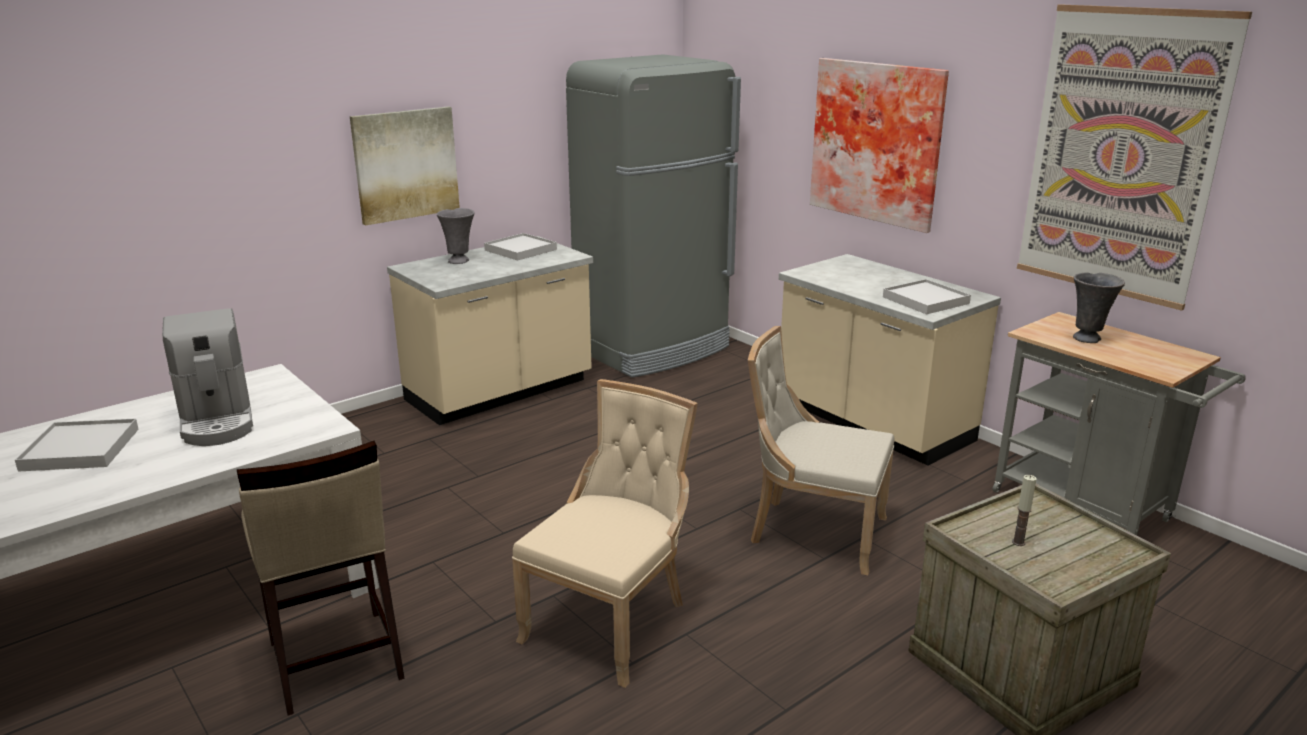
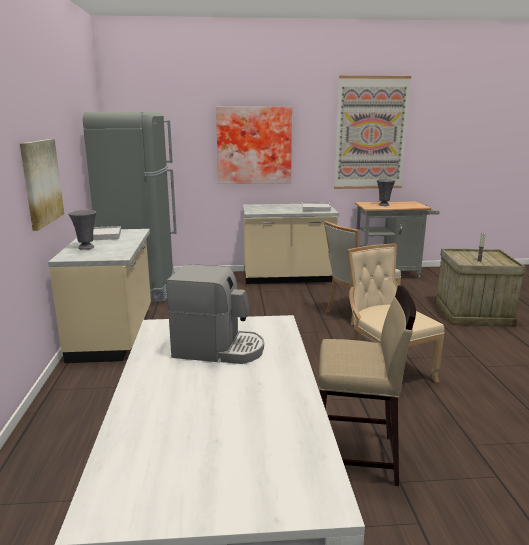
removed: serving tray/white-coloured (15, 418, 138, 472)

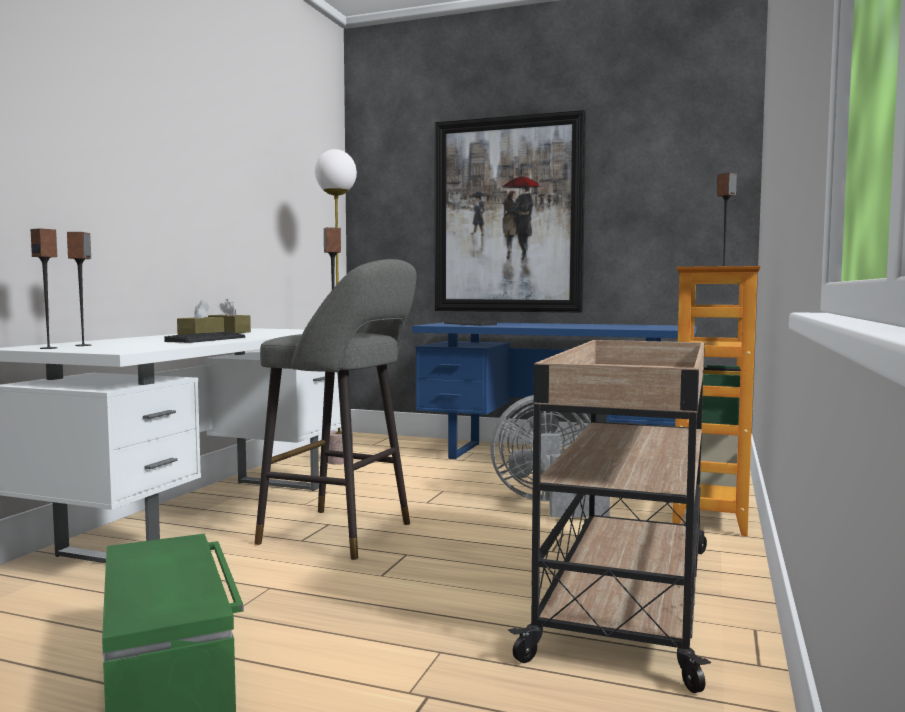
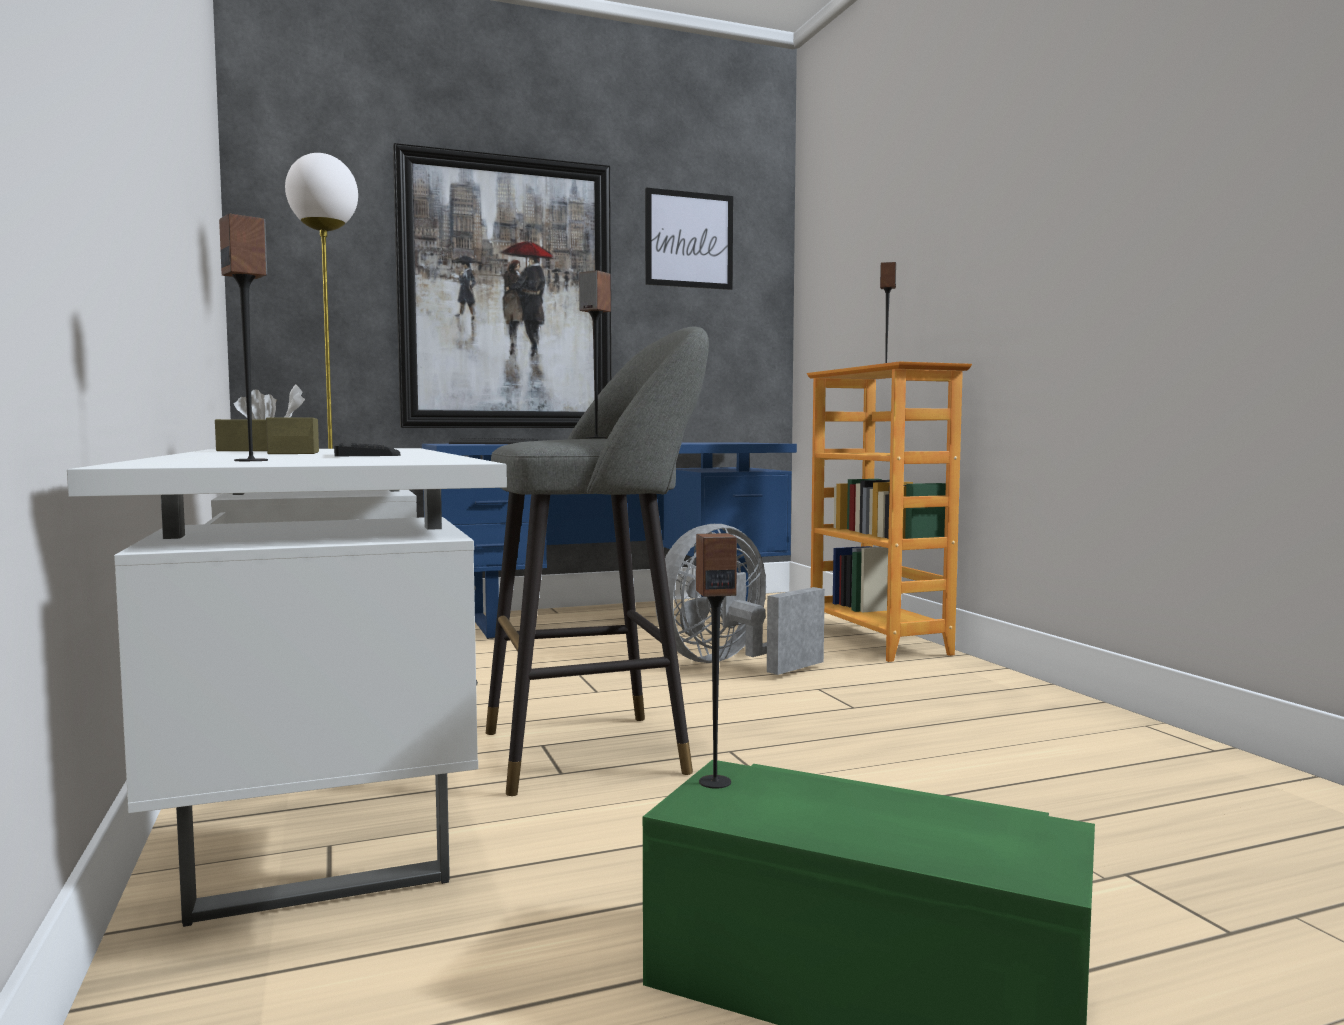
removed: trolley/beige (508, 340, 711, 693)
added: picture (645, 188, 733, 290)
moved: loudspeaker (31, 228, 57, 349) to (696, 533, 737, 789)

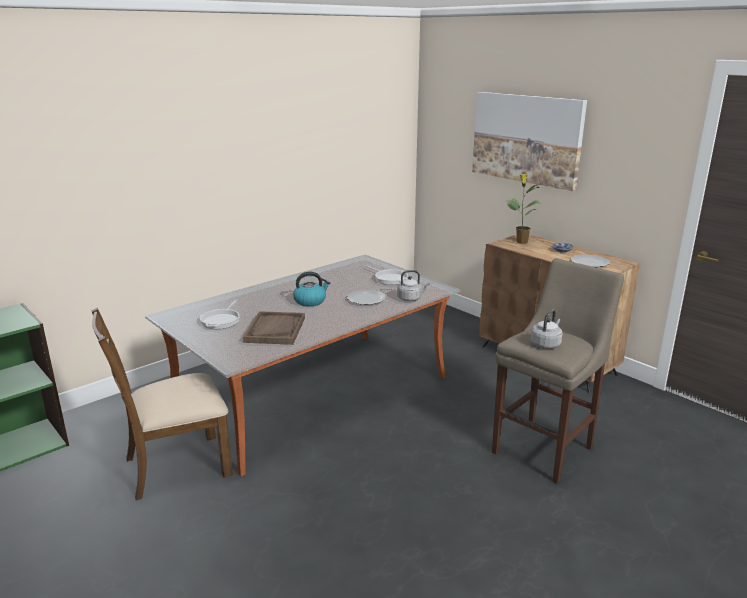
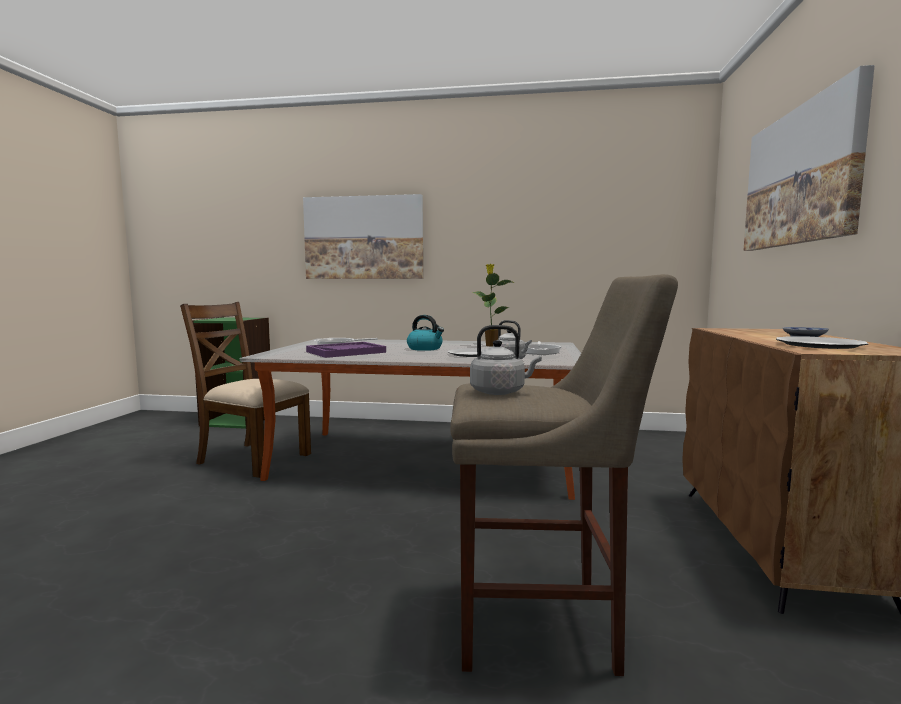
added: picture (303, 194, 423, 279)
moved: houseplant (506, 174, 542, 244) to (472, 264, 515, 346)
recoloured: serving tray/brown-coloured (243, 311, 305, 345) to serving tray/purple (306, 342, 386, 358)

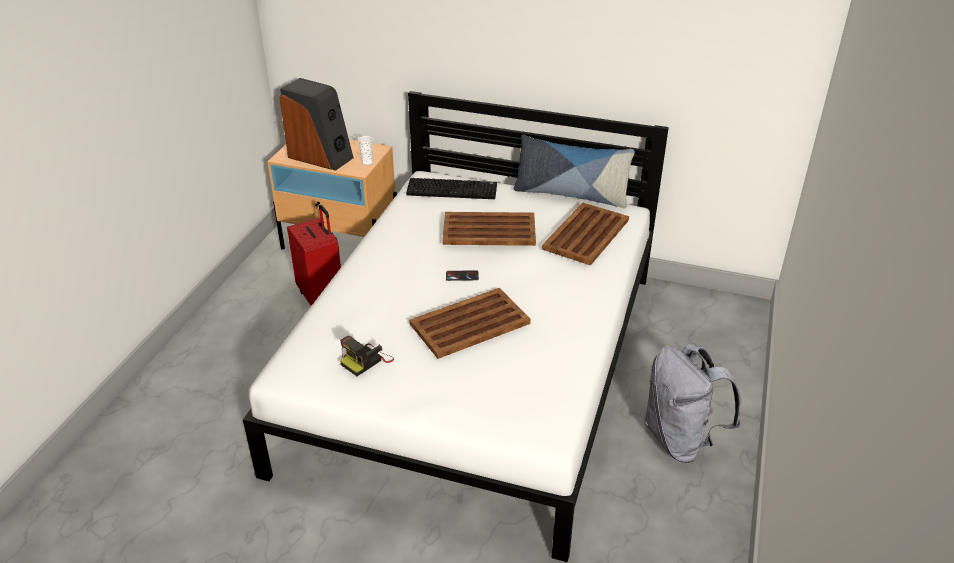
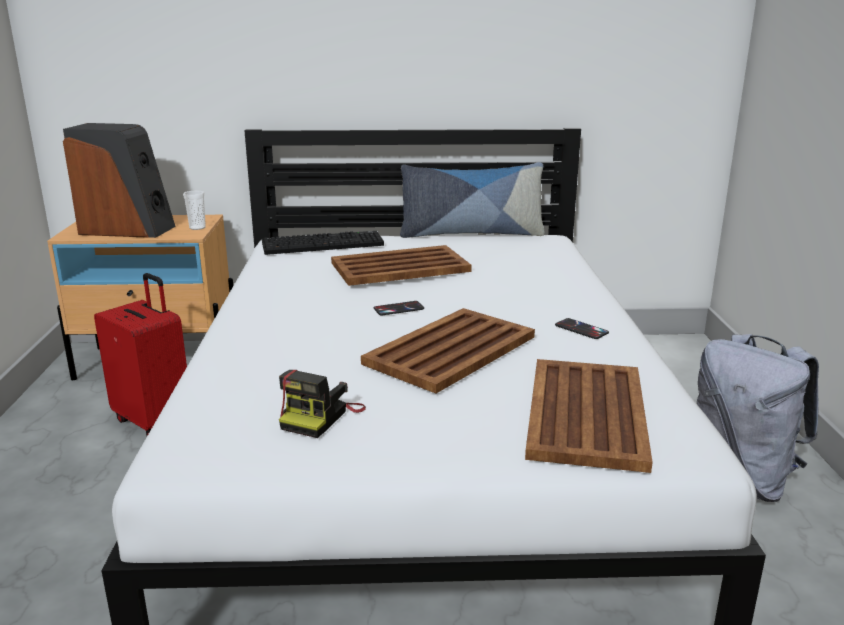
added: phone (555, 318, 609, 339)
moved: serving tray/brown-coloured (542, 203, 629, 266) to (525, 359, 653, 473)

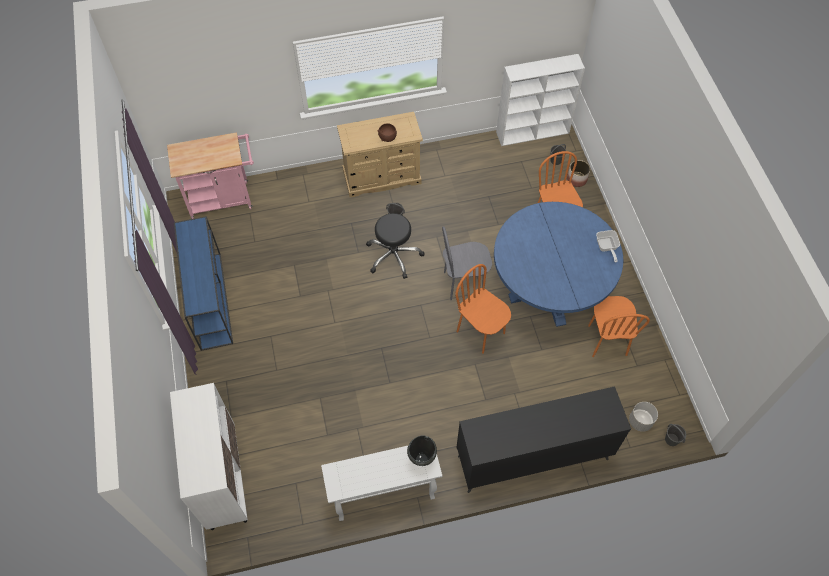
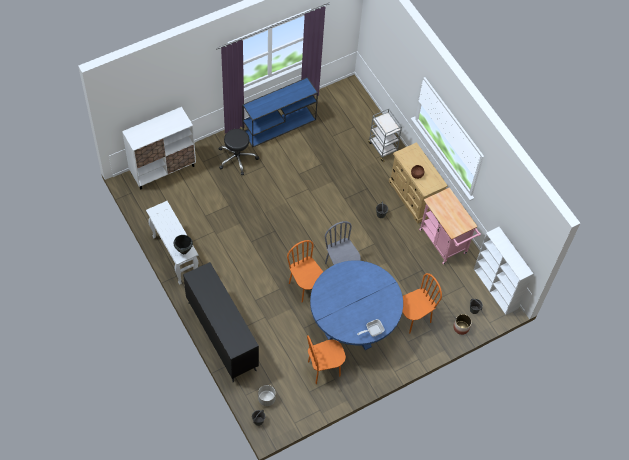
added: trolley/greyish (368, 109, 402, 162)
moved: trolley/pink-coloured (167, 132, 254, 219) to (419, 187, 481, 264); stool/blackish (366, 213, 425, 279) to (218, 129, 259, 175)
turned: chair/orange-coloured (455, 264, 511, 354) = (287, 240, 323, 303) 60 degrees counterclockwise

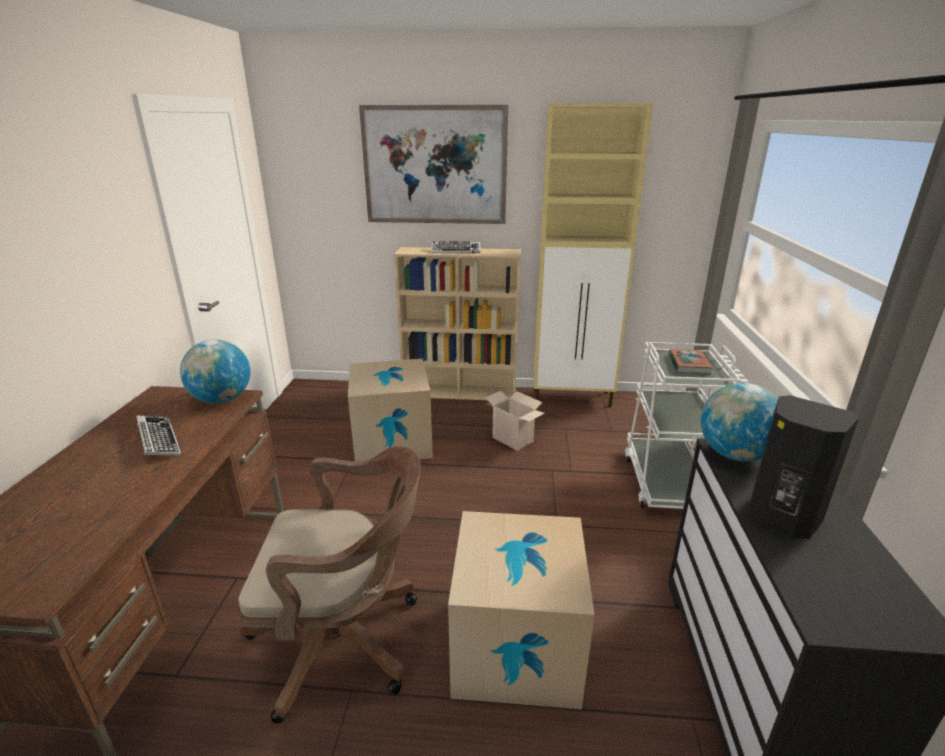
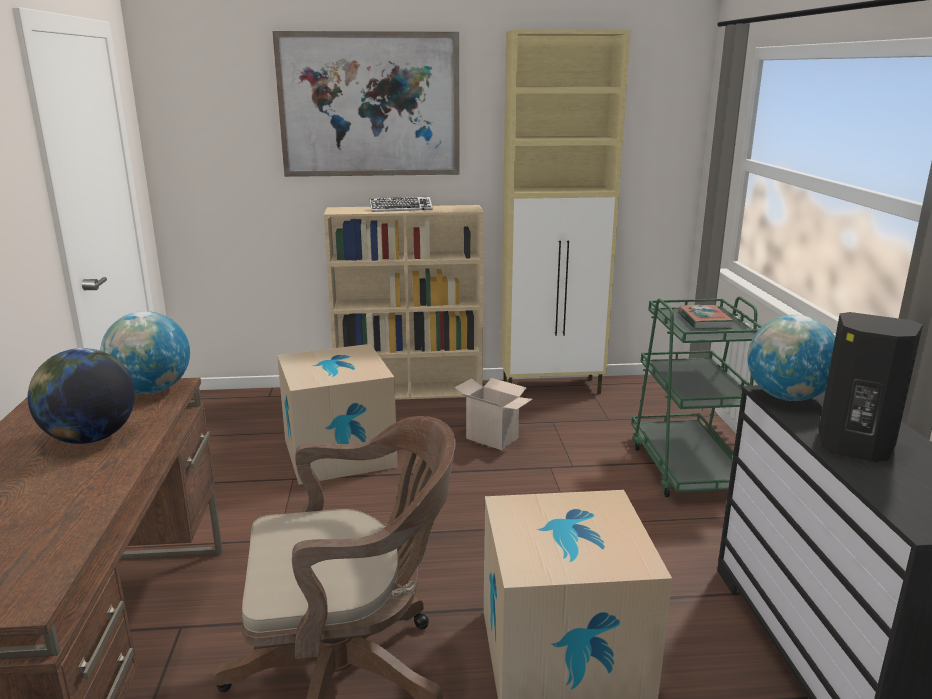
replaced: keyboard (136, 415, 182, 456) to globe (28, 348, 135, 444)
recoloured: trolley/white-coloured (625, 342, 741, 509) to trolley/greenish (631, 296, 762, 497)

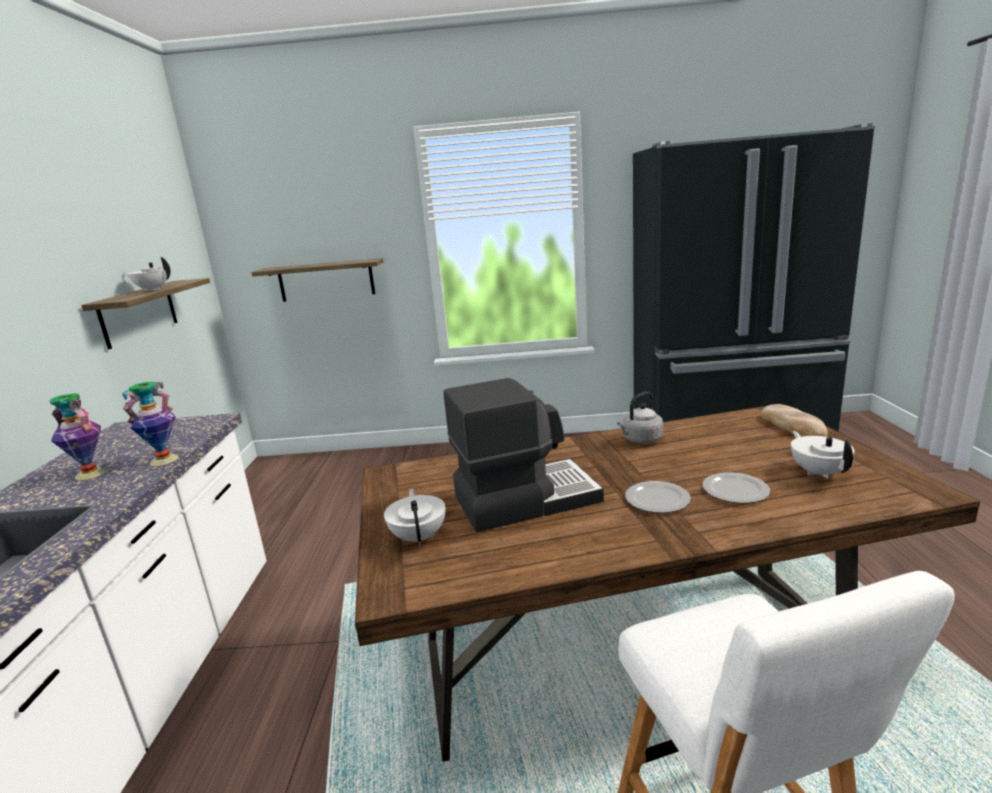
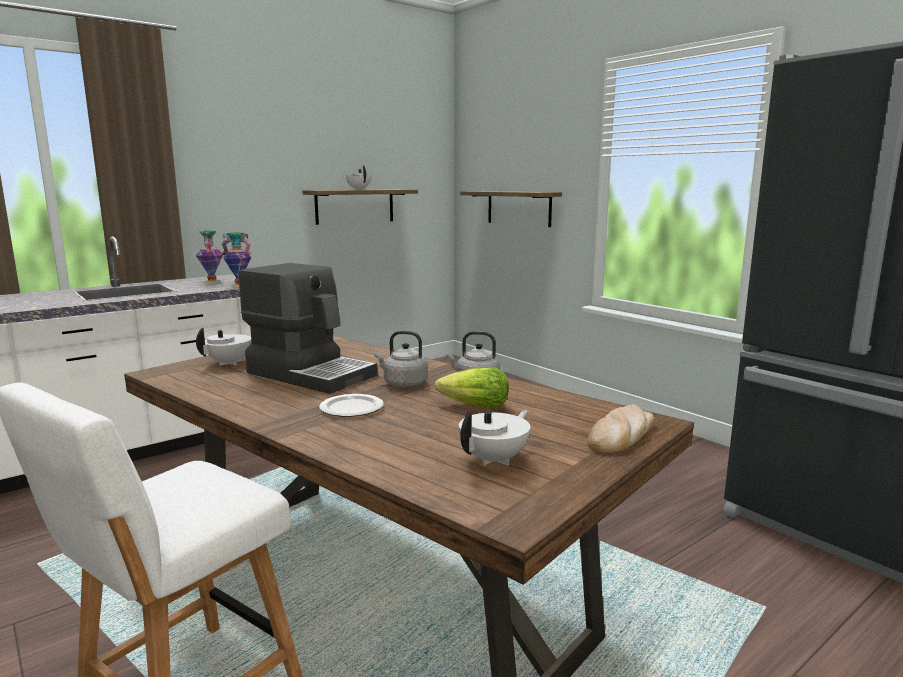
removed: dinner plate (702, 473, 770, 503)
added: kettle/greyish (374, 331, 428, 388); head of lettuce (435, 367, 509, 409)

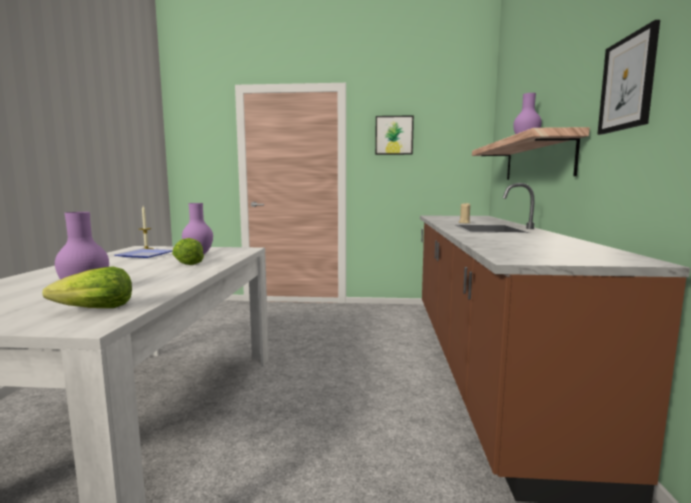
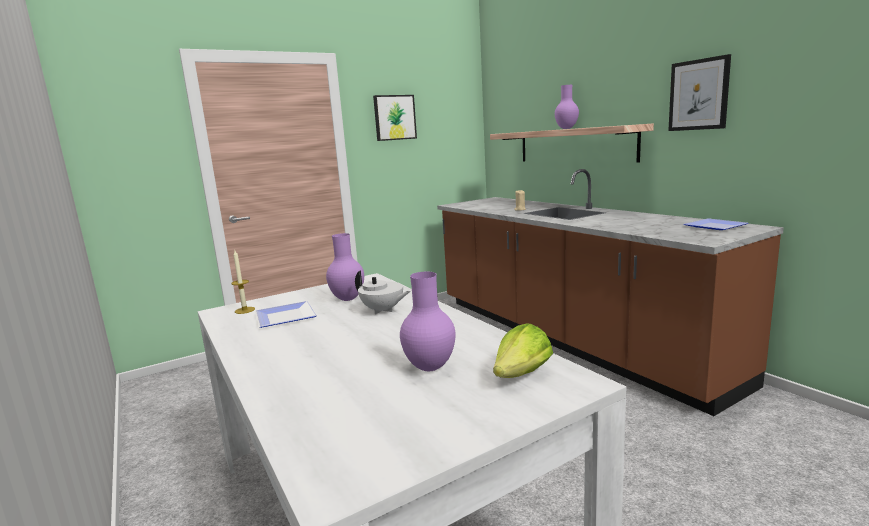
added: dinner plate (684, 218, 748, 230)
replaced: head of lettuce (172, 238, 204, 265) to teapot/white-coloured (355, 270, 410, 314)

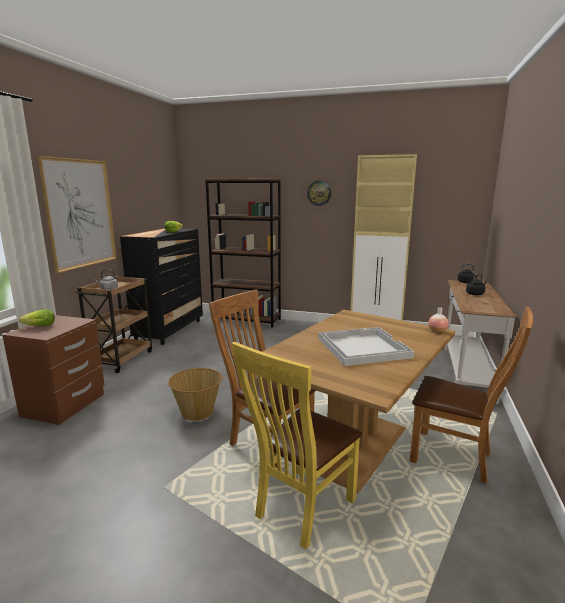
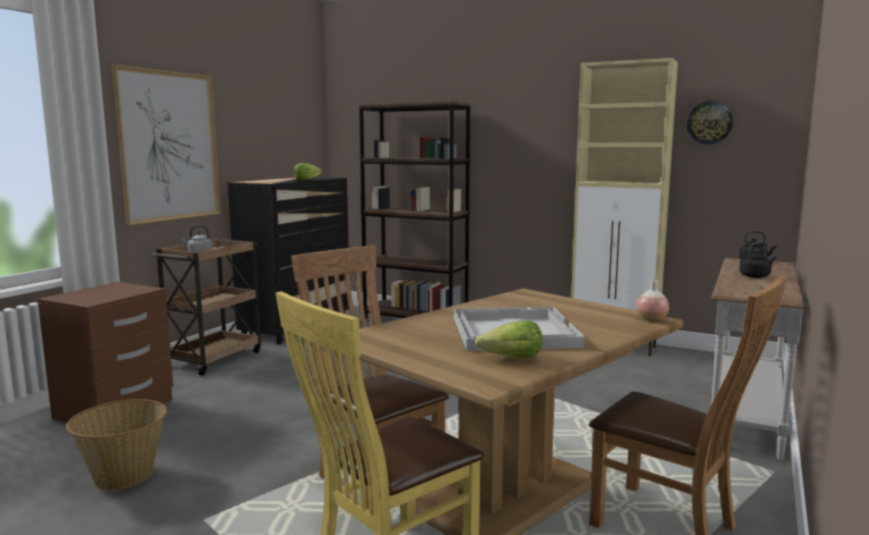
moved: head of lettuce (19, 309, 55, 326) to (475, 320, 543, 358); storage basket (168, 368, 222, 421) to (66, 399, 167, 490); hanging clock (307, 181, 331, 206) to (687, 101, 733, 144)

